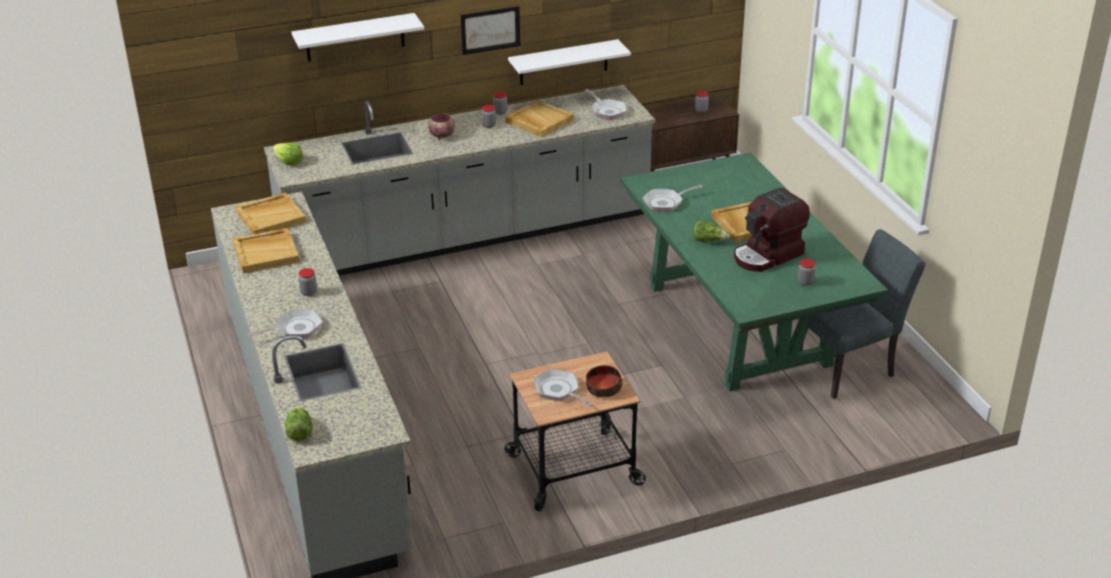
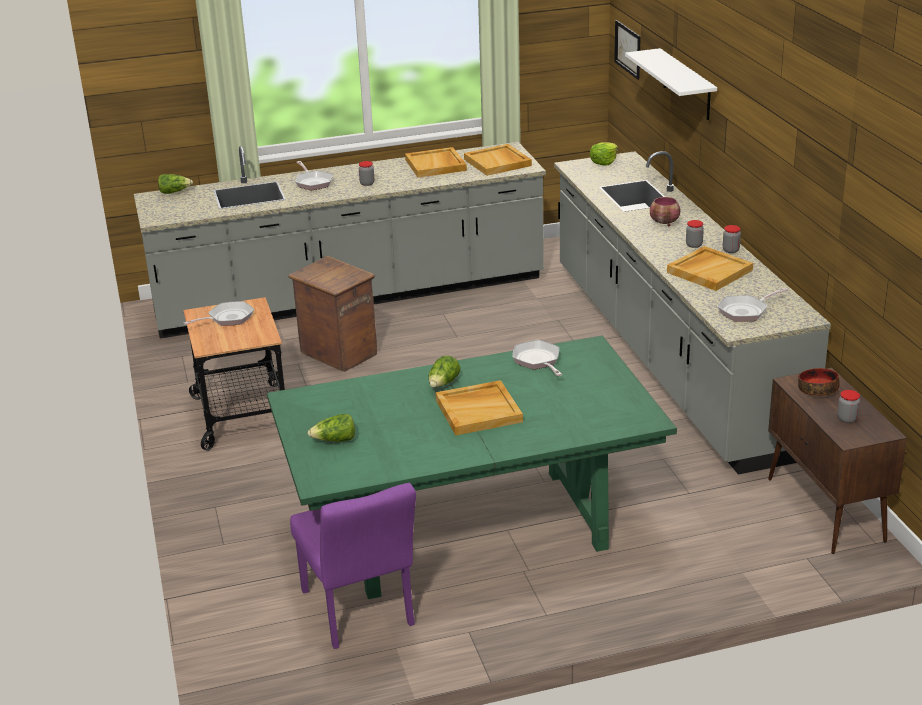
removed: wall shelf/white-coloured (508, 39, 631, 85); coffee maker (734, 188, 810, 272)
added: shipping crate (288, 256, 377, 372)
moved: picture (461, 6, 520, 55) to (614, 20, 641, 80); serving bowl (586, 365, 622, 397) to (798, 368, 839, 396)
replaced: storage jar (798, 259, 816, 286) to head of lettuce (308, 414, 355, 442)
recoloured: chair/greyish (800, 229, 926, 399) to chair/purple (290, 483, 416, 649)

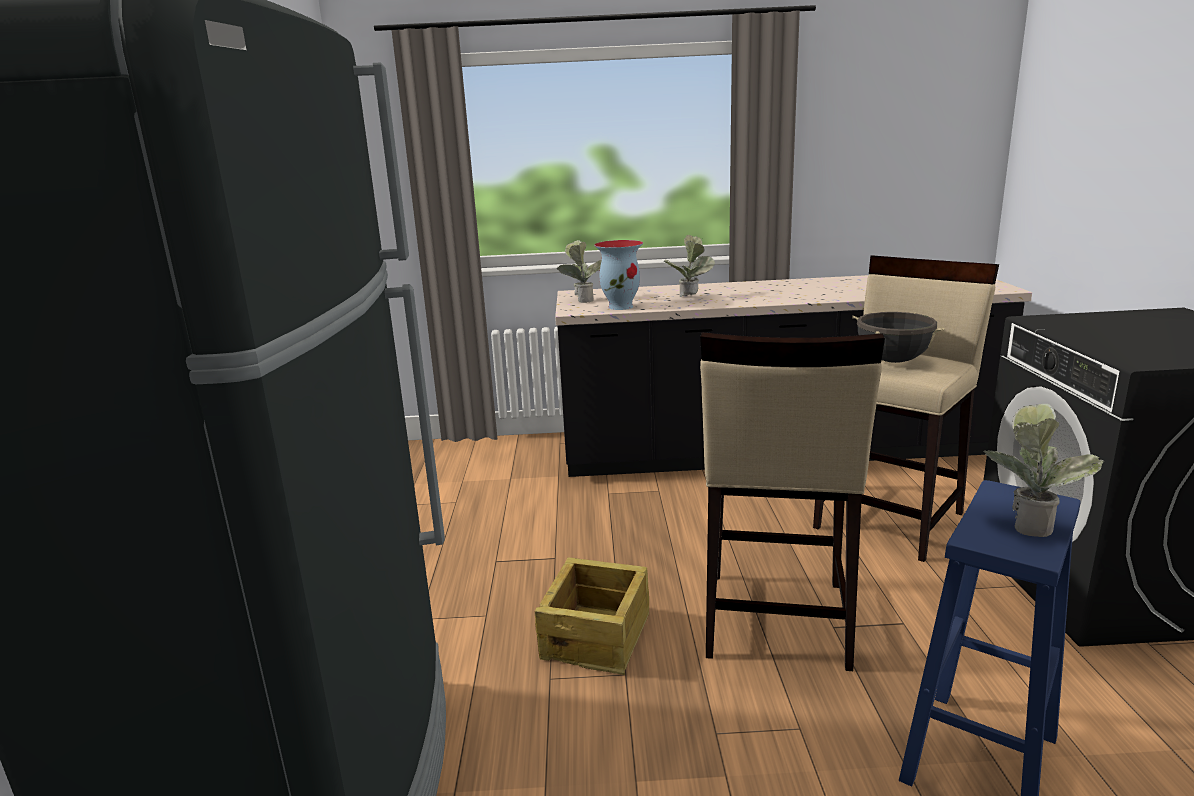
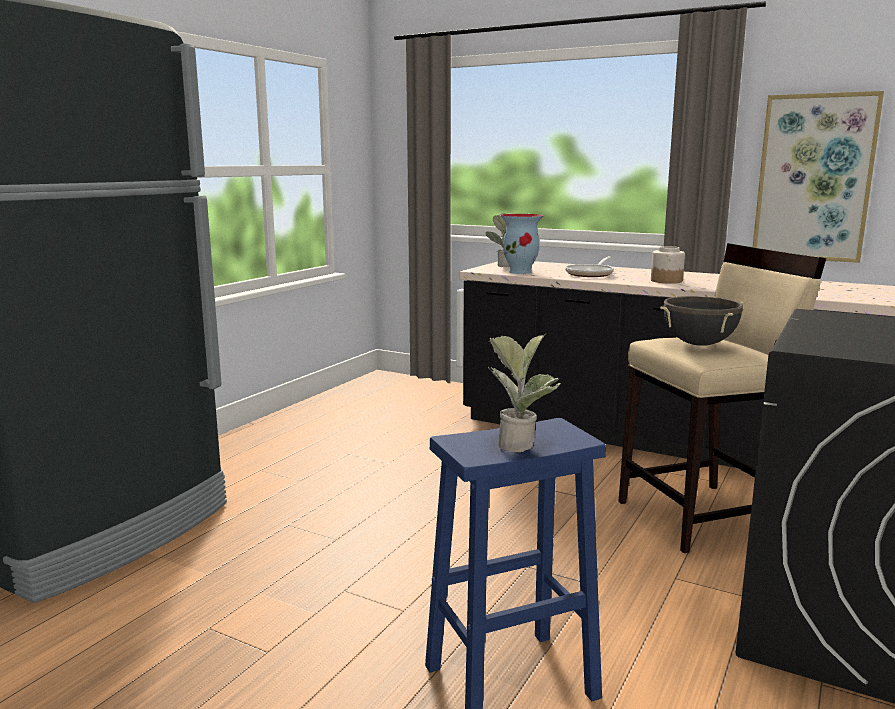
removed: shipping crate (534, 557, 649, 675); stool/beige (700, 332, 885, 671)
added: storage jar (651, 246, 685, 284); picture (753, 91, 884, 263)
replaced: houseplant (664, 235, 715, 297) to skillet (565, 256, 614, 277)

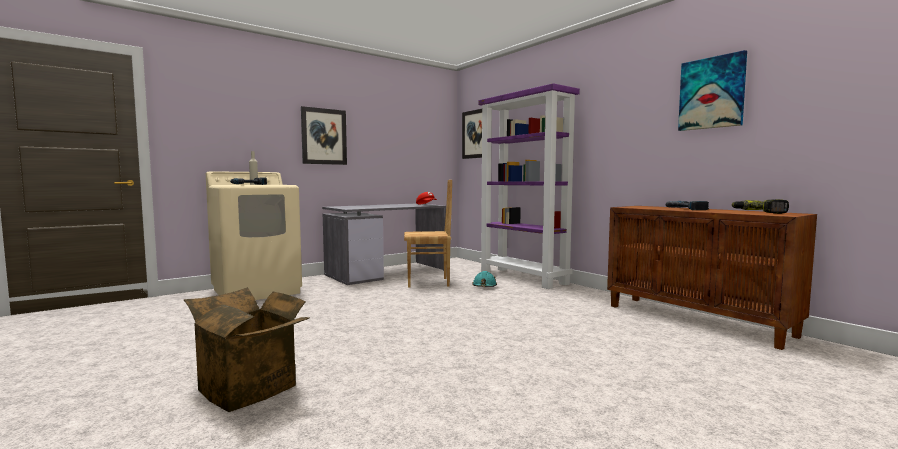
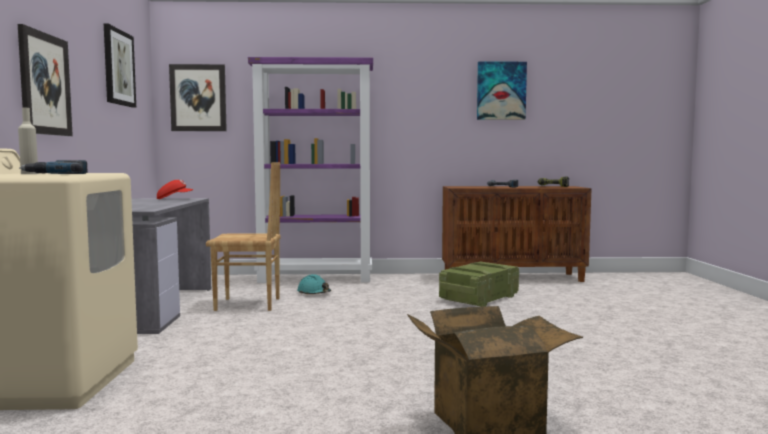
added: picture (104, 24, 136, 108); shipping crate (439, 262, 519, 307)
turned: chair/brown-coloured (404, 180, 452, 287) = (206, 162, 281, 311) 60 degrees clockwise

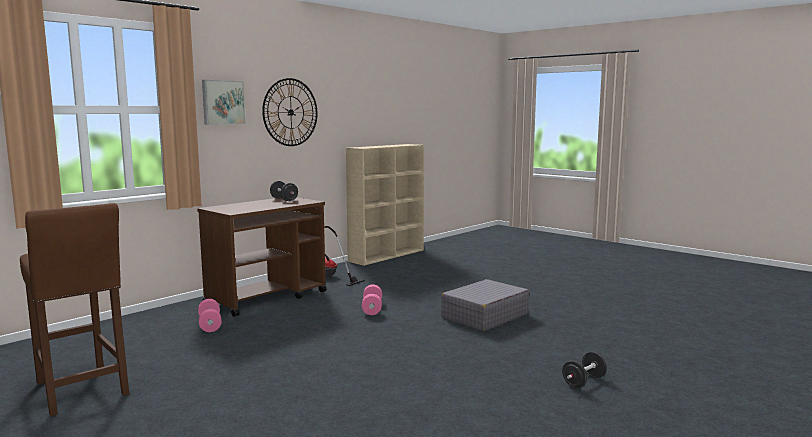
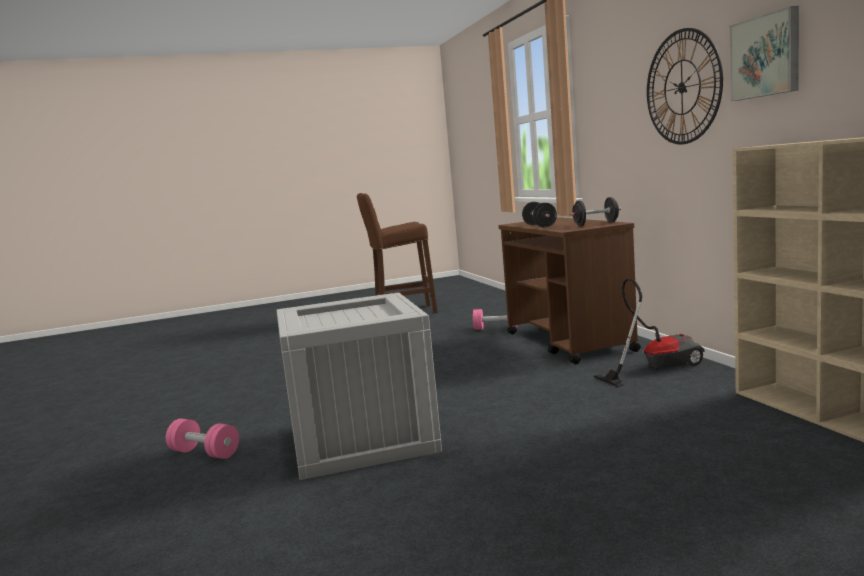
moved: picture (202, 80, 246, 125) to (730, 6, 799, 101); dumbbell/pink-coloured (362, 284, 382, 315) to (166, 419, 239, 459); dumbbell/blackish (562, 352, 607, 388) to (522, 202, 557, 227)
replaced: suitcase/greyish (441, 279, 529, 331) to shipping crate (276, 292, 442, 480)

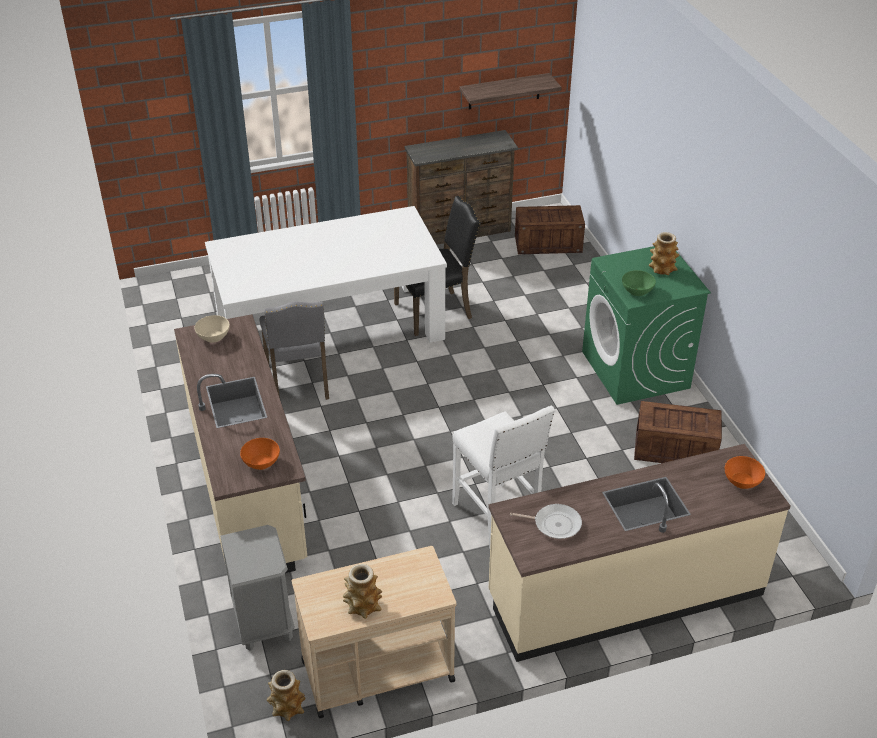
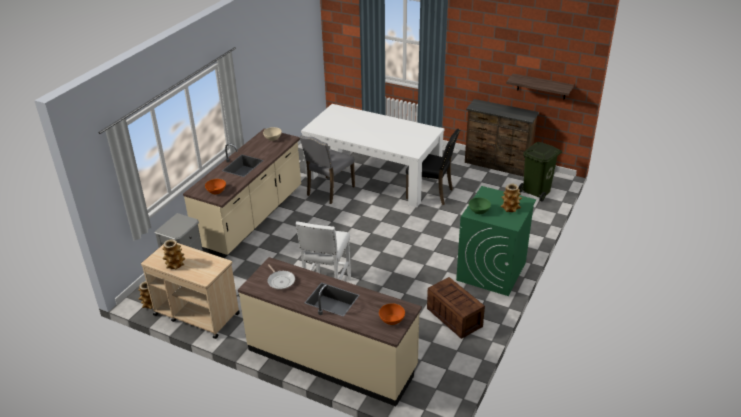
replaced: shipping crate (515, 205, 585, 254) to waste bin/greenish (519, 142, 562, 201)

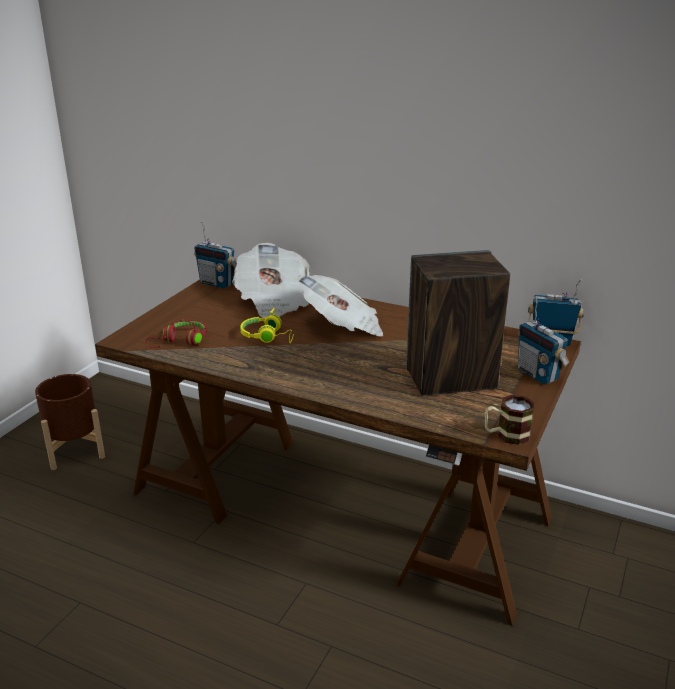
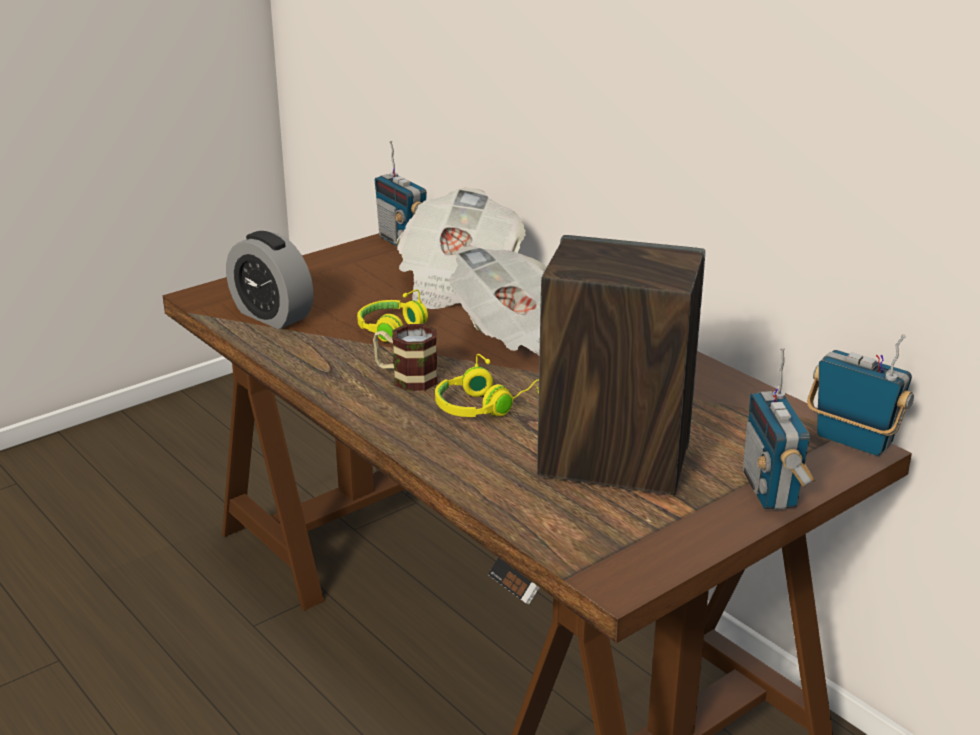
removed: planter/brown-coloured (35, 374, 105, 470)
added: headset/yellow-coloured (435, 354, 539, 417)
moved: mug (485, 395, 535, 445) to (373, 324, 438, 391)
replaced: headset/red (146, 319, 207, 348) to table clock (226, 231, 314, 329)

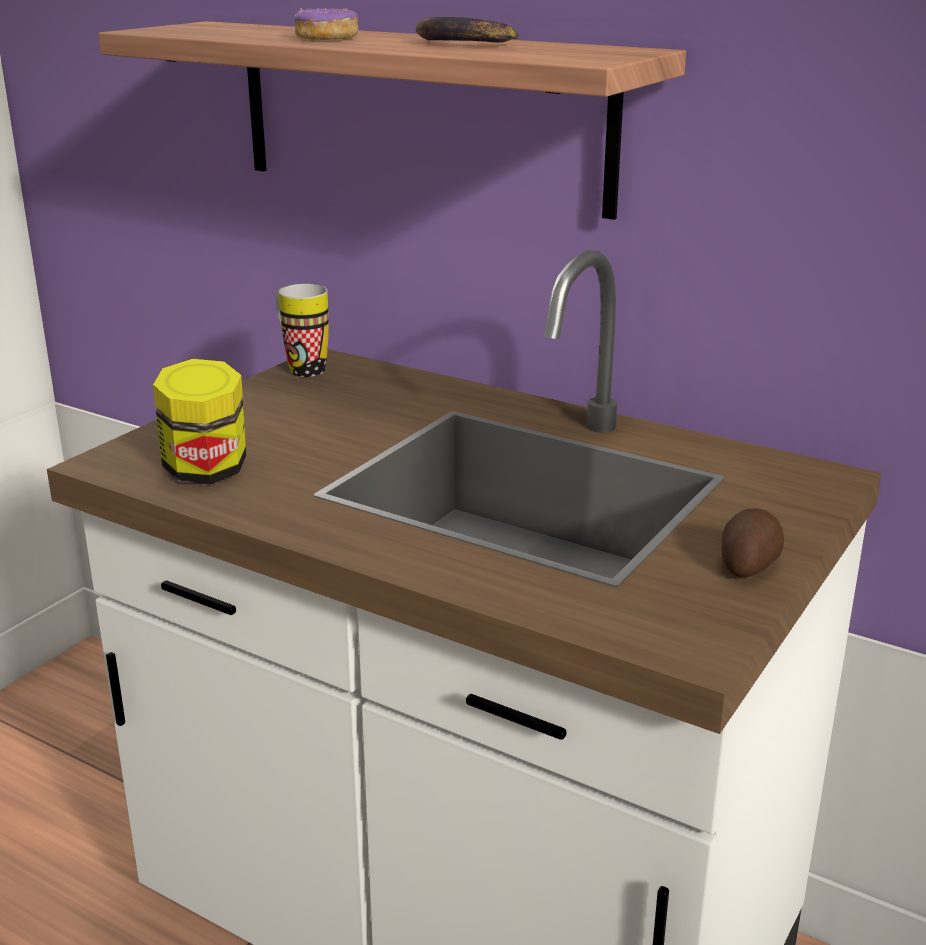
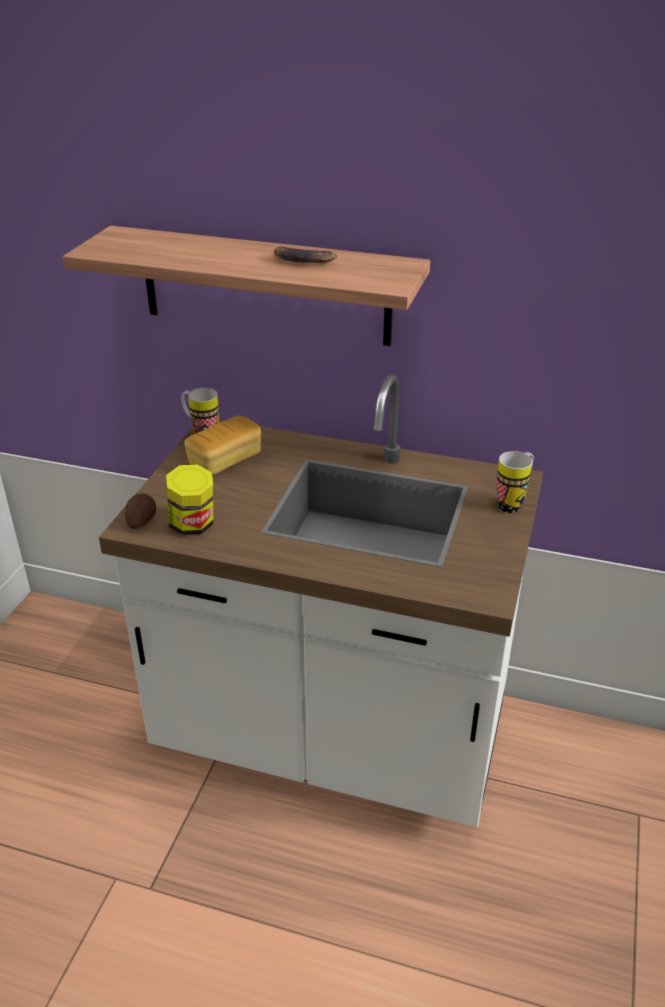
removed: donut (294, 8, 359, 40)
added: bakery bread (184, 416, 261, 475); mug (497, 451, 533, 513)
moved: potato (722, 508, 784, 577) to (125, 494, 156, 529)

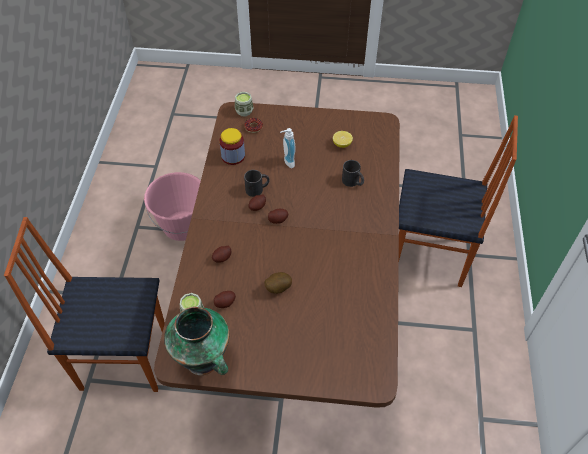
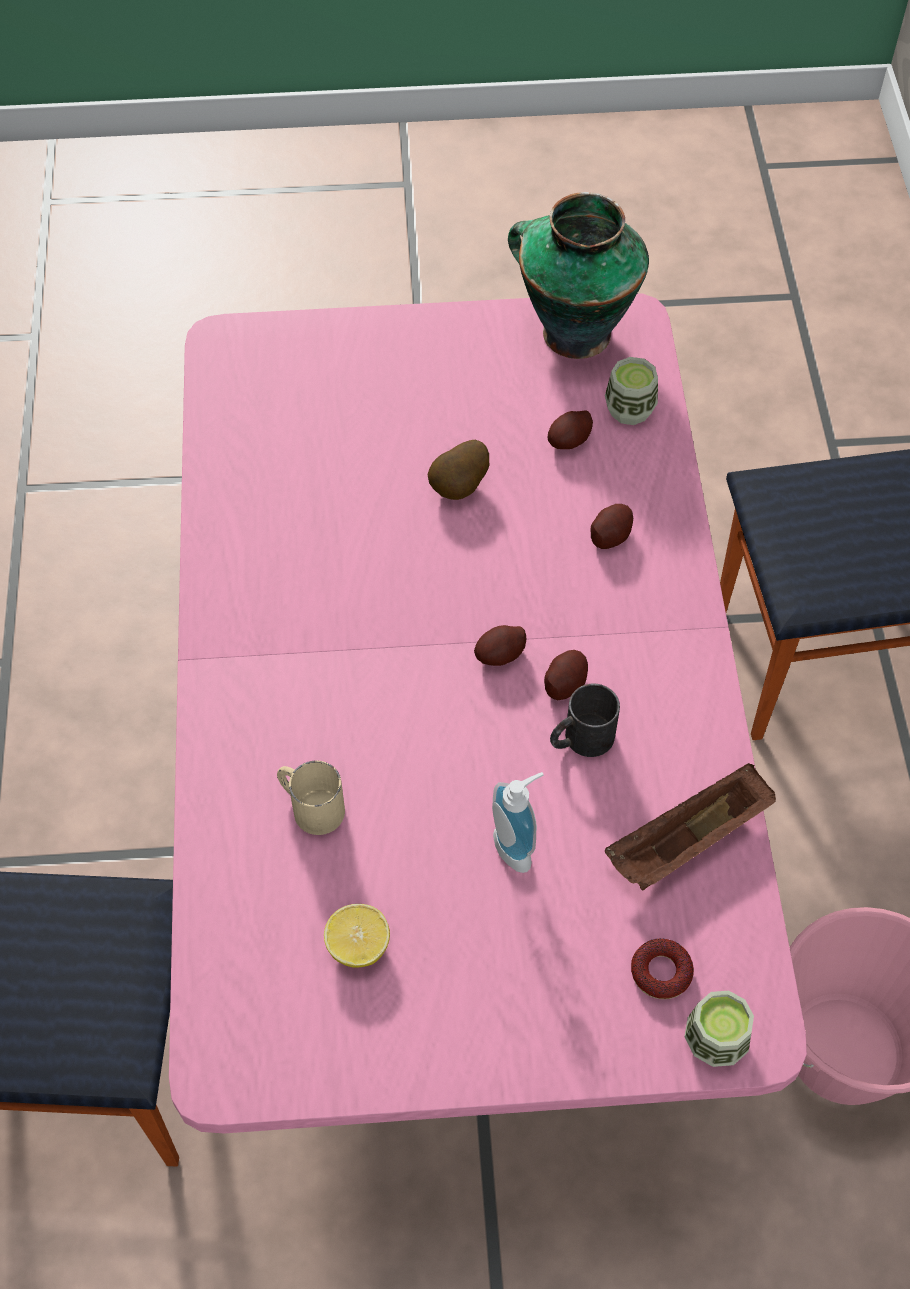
replaced: storage jar (219, 128, 245, 165) to serving tray/brown-coloured (605, 763, 776, 891)
recoloured: dinner table/brown-coloured (154, 102, 400, 408) to dinner table/pink-coloured (169, 293, 807, 1133); mug/blackish (342, 160, 364, 187) to mug/beige (277, 760, 345, 835)

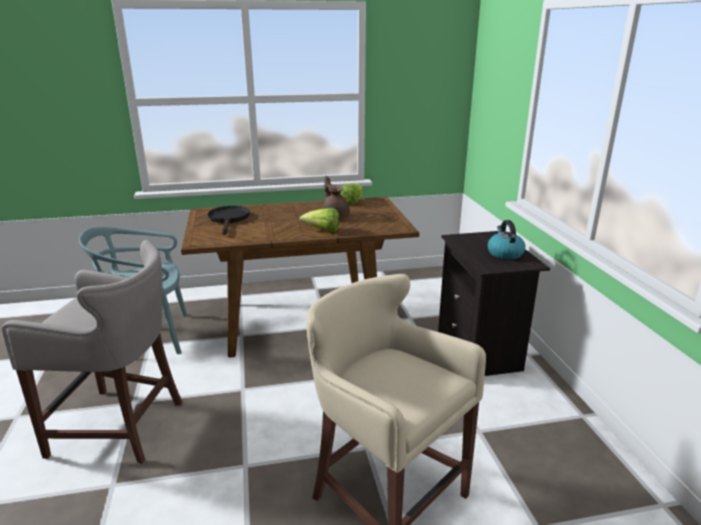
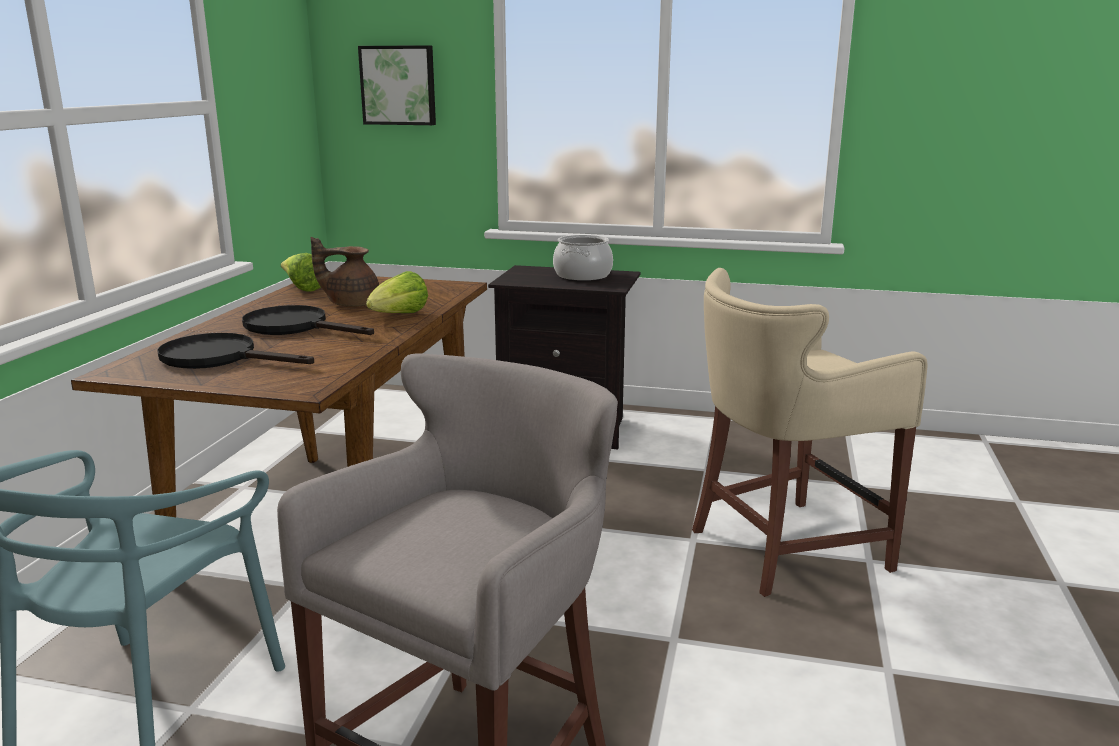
added: skillet/blackish (242, 305, 374, 335); picture (358, 45, 436, 125)
replaced: kettle (487, 220, 525, 260) to stockpot (553, 235, 613, 281)

